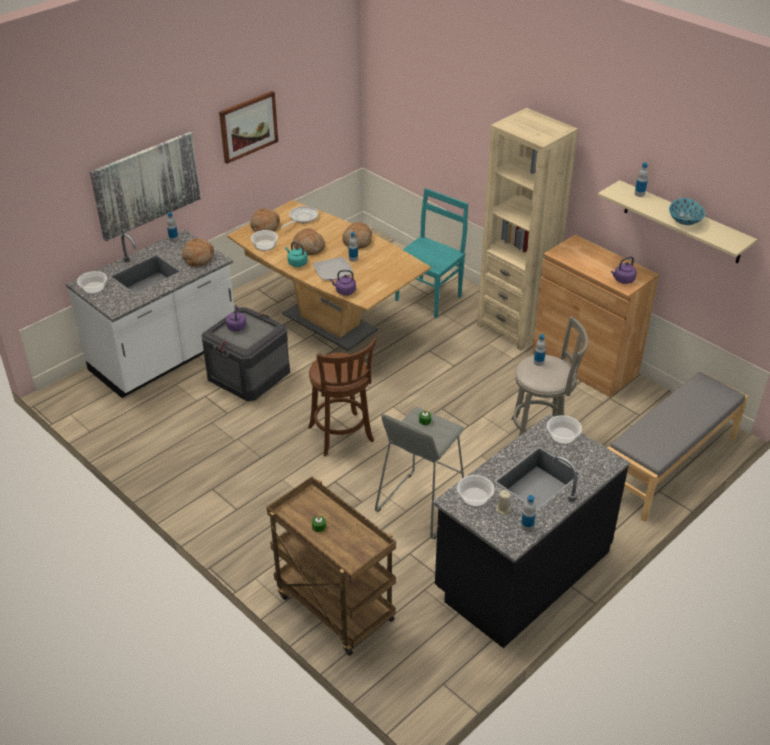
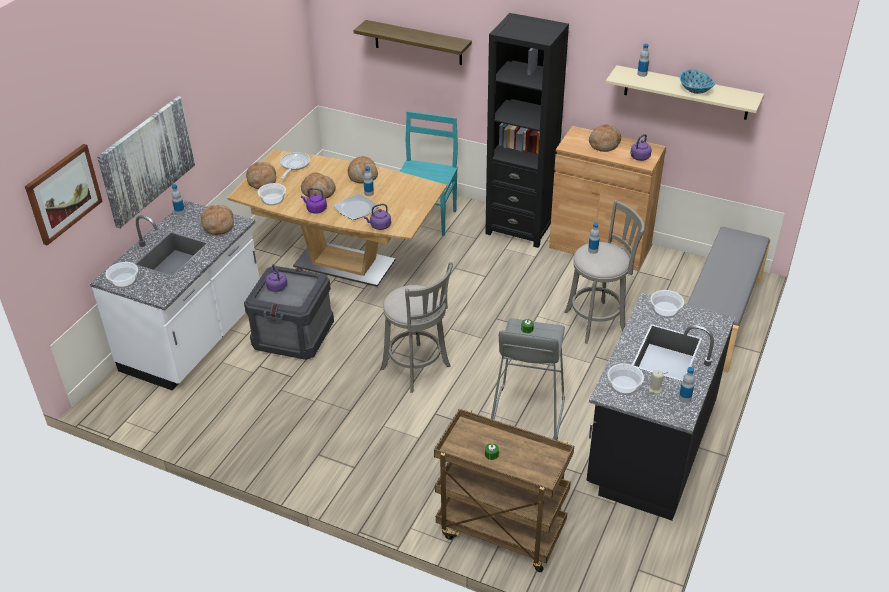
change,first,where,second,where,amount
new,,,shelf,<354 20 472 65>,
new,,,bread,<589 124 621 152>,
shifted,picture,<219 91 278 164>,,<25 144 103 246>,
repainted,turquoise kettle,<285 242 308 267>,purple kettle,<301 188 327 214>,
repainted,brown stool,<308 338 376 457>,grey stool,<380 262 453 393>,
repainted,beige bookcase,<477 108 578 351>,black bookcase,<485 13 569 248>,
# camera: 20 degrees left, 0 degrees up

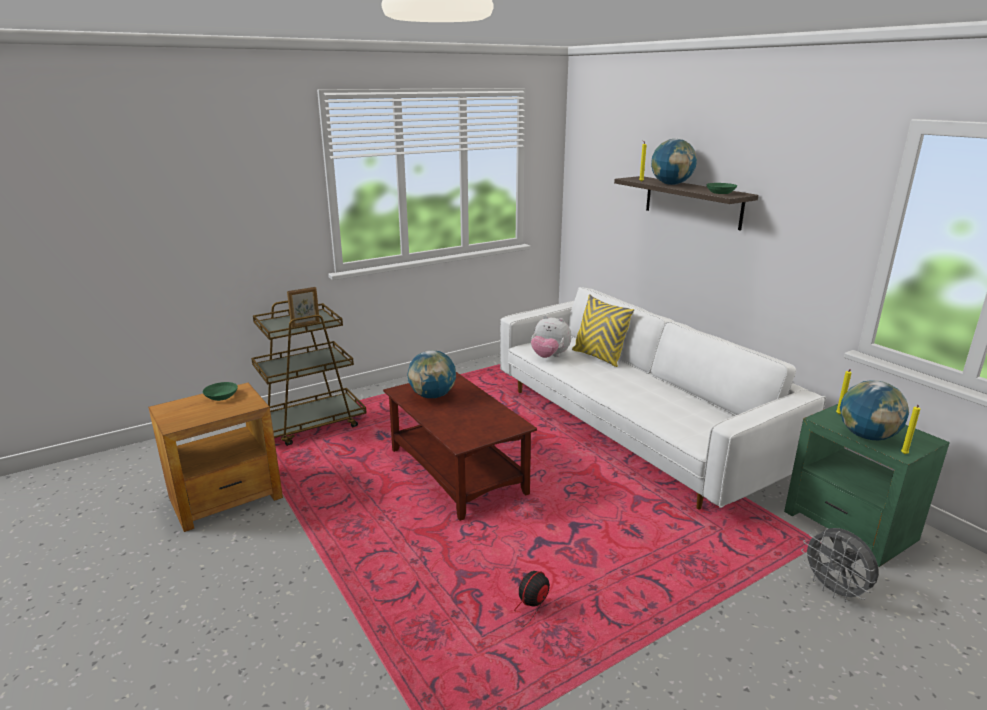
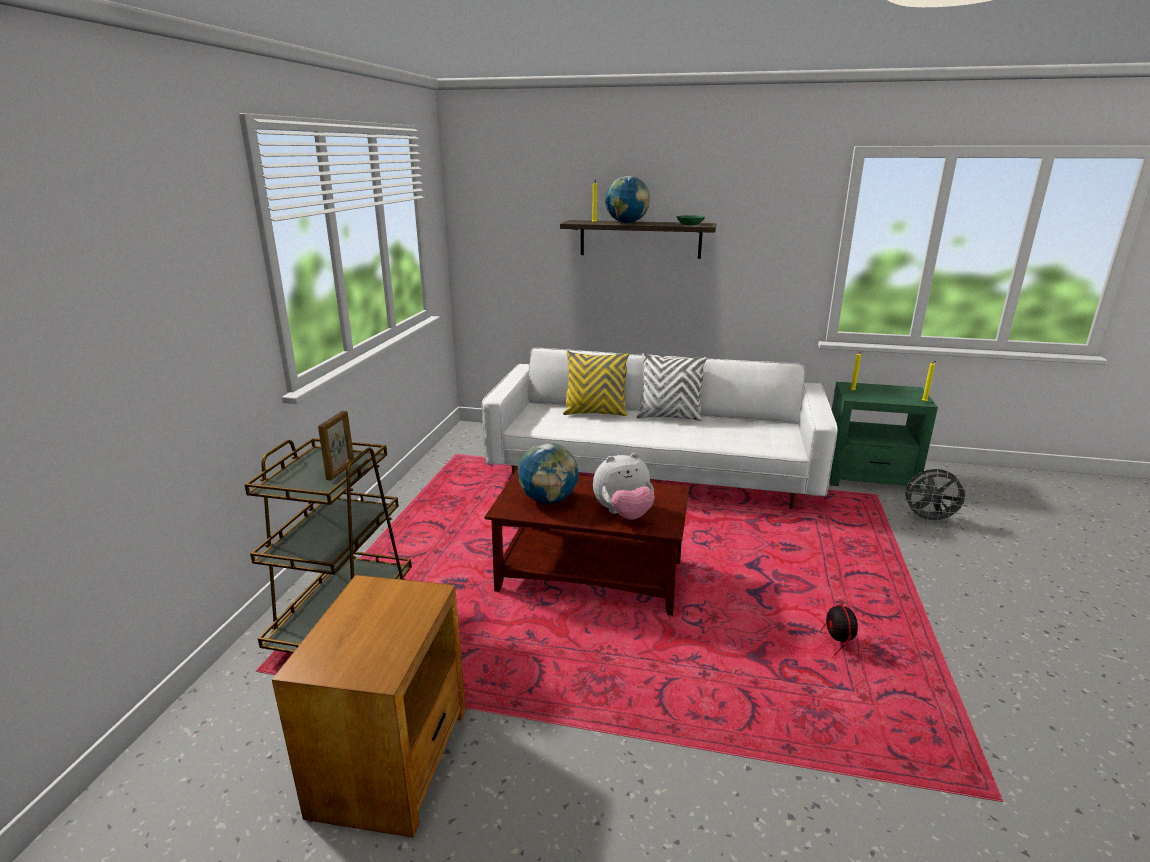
change,first,where,second,where,amount
gone,green bowl,<203 382 238 401>,,,
gone,globe,<840 381 909 440>,,,
new,,,white pillow,<637 353 707 421>,
shifted,plush toy,<531 315 571 358>,,<593 453 655 520>,
# camera: 45 degrees left, 0 degrees up

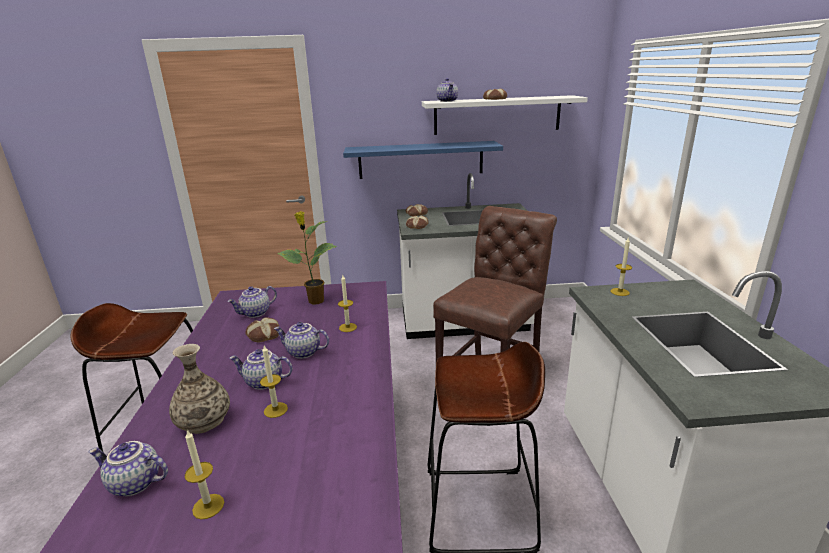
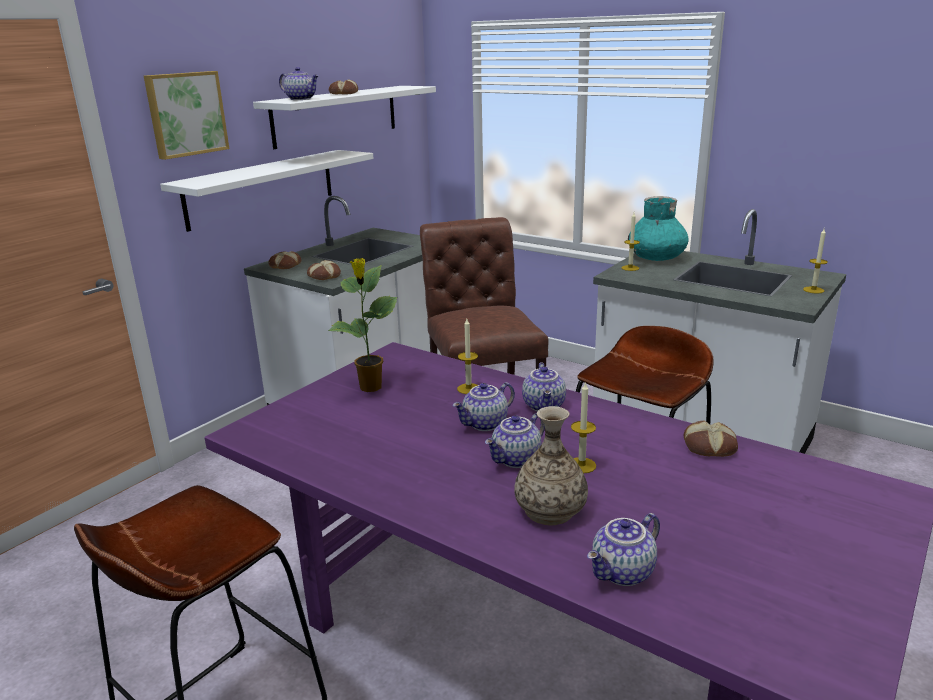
change,first,where,second,where,amount
new,,,picture,<144 71 229 160>,
new,,,turquoise vase,<628 196 689 261>,
shifted,candle,<185 430 224 519>,,<803 229 828 293>,
shifted,teapot,<227 286 277 318>,,<522 362 566 411>,
shifted,bread,<245 317 280 342>,,<684 421 738 457>,
repainted,blue shelf,<343 141 503 179>,white shelf,<160 150 374 232>,
# camera: 50 degrees left, 0 degrees up

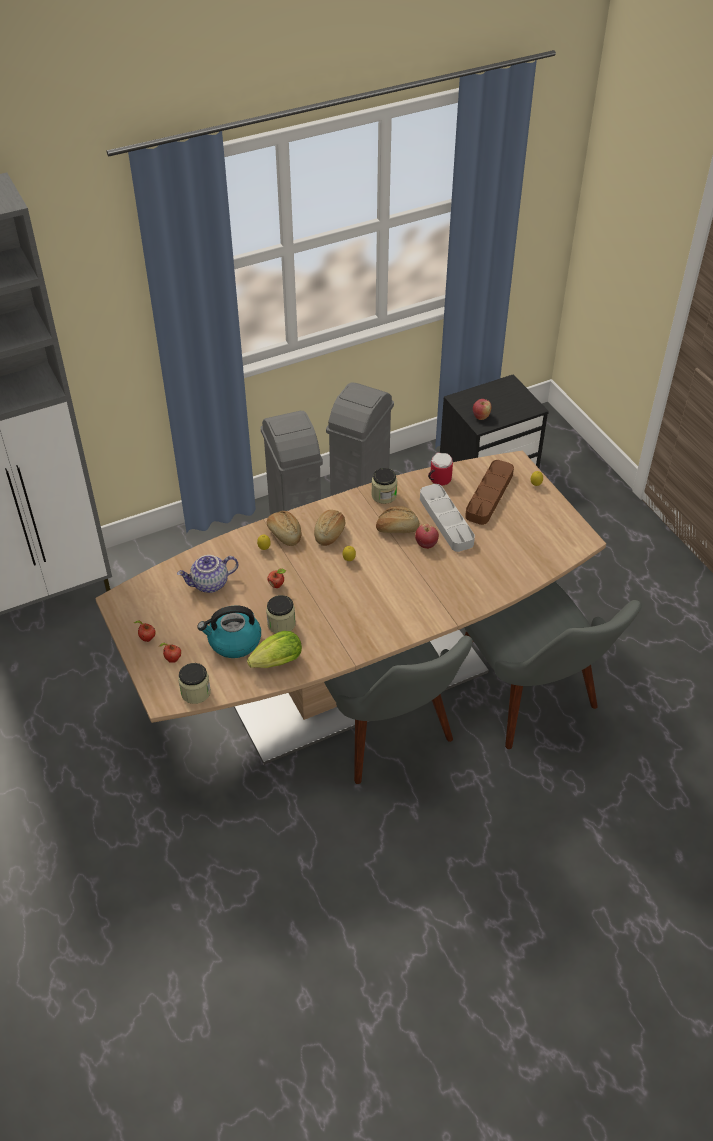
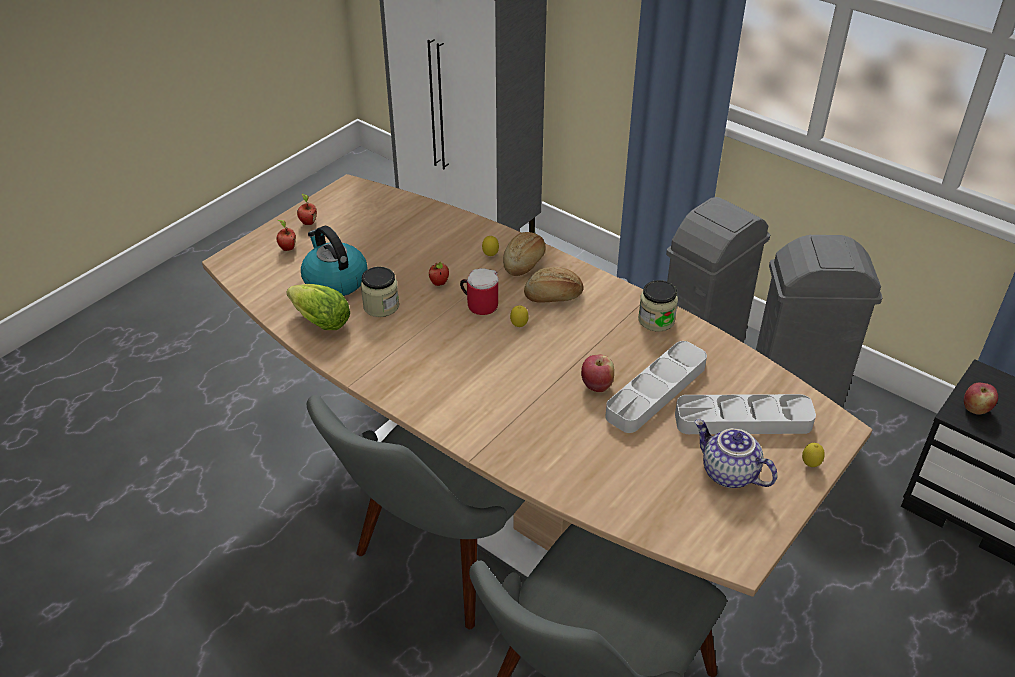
change,first,where,second,where,amount
gone,jar,<178 663 211 704>,,,
gone,bread,<376 506 420 533>,,,
shifted,teapot,<177 555 238 593>,,<695 419 777 488>,
shifted,mug,<428 453 453 485>,,<460 268 499 315>,
repainted,brown tray,<465 460 514 525>,grey tray,<675 394 816 434>,
# camera: 65 degrees right, 5 degrees down

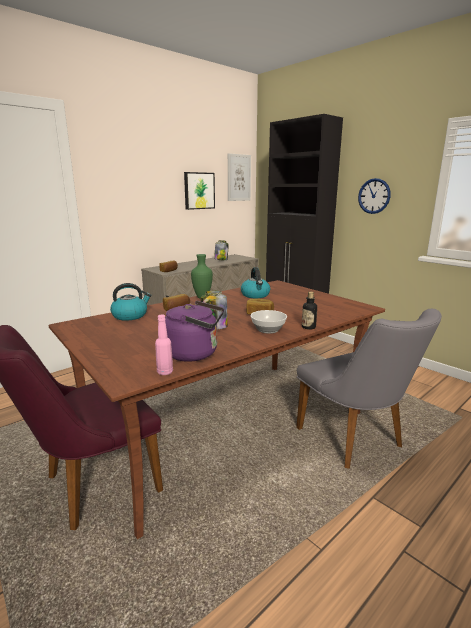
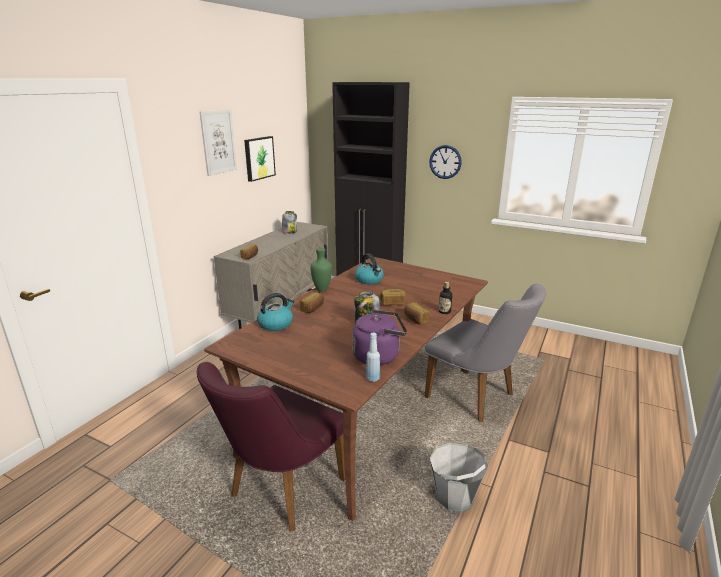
change,first,where,second,where,amount
new,,,grey bucket,<430 442 488 512>,
shifted,picture,<228 153 251 201>,,<199 109 237 176>,
swapped,bowl,<250 310 287 334>,bread,<404 302 429 325>,
repainted,pink bottle,<155 315 173 375>,blue bottle,<366 333 380 382>,
# camera: 20 degrees left, 5 degrees up

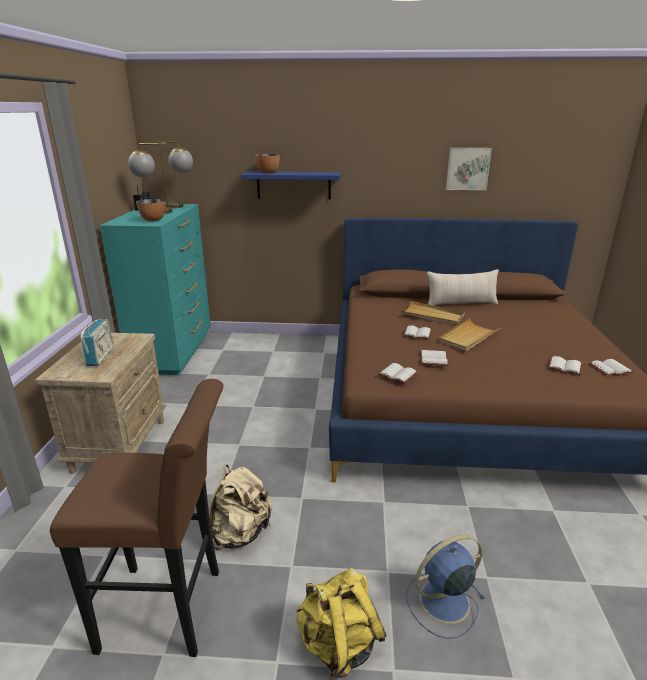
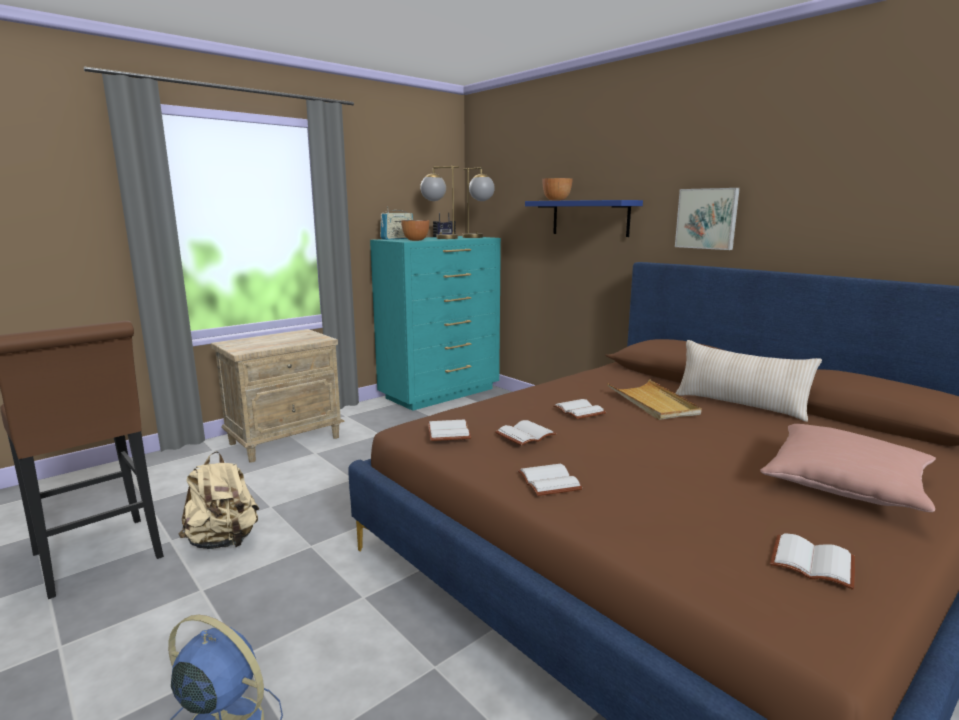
change,first,where,second,where,amount
gone,yellow backpack,<296 567 387 678>,,,
gone,beige tray,<438 318 500 351>,,,
new,,,pink pillow,<760 424 936 512>,
shifted,radio,<80 319 114 366>,,<380 210 413 240>,
shifted,picture,<446 148 492 190>,,<675 188 740 250>,
shifted,white book,<548 356 582 375>,,<518 464 583 496>,
# camera: 45 degrees right, 10 degrees down

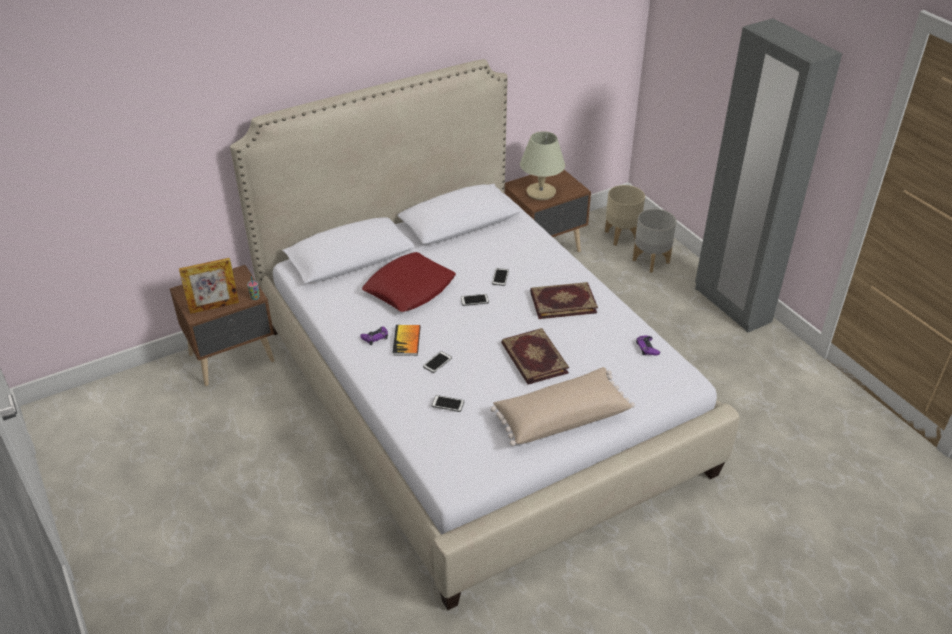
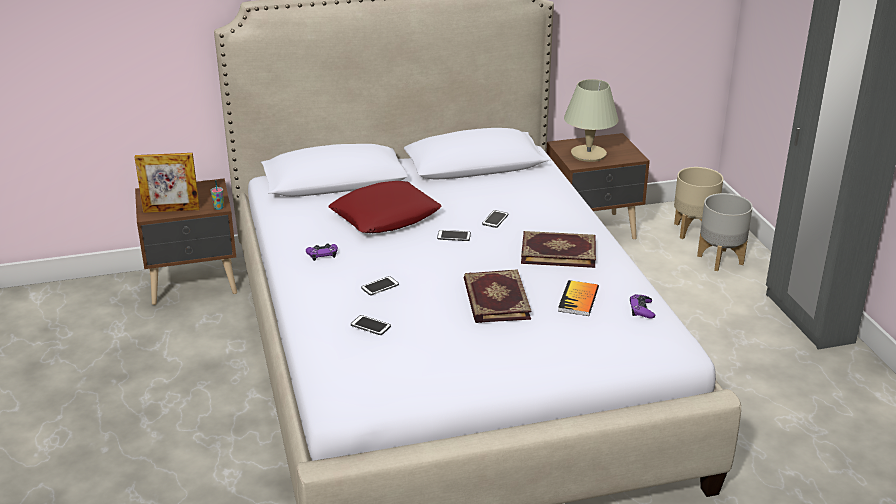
change,first,where,second,where,amount
gone,beige pillow,<491 367 635 446>,,,
shifted,book,<392 325 421 356>,,<558 280 599 316>,
# camera: 15 degrees right, 10 degrees down

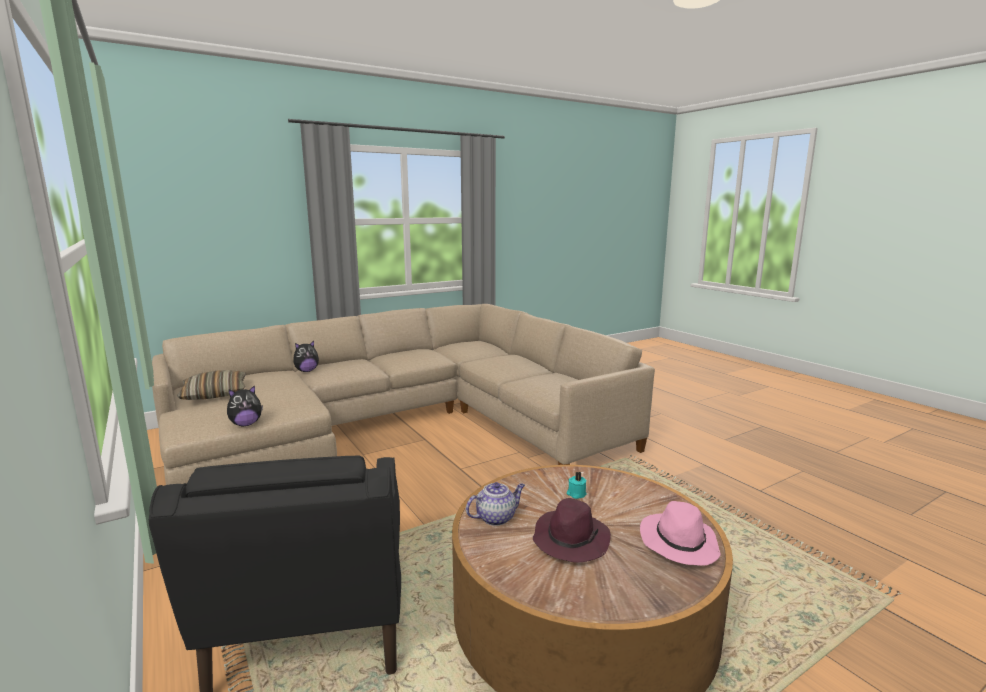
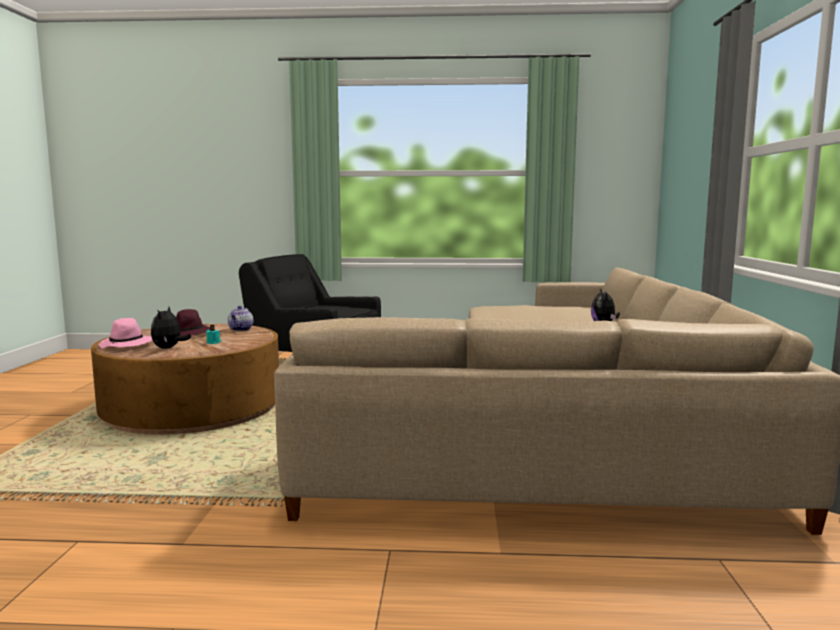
change,first,where,second,where,amount
gone,pillow,<177 370 246 400>,,,
shifted,plush toy,<227 385 263 426>,,<151 307 191 349>,
# camera: 125 degrees right, 5 degrees down

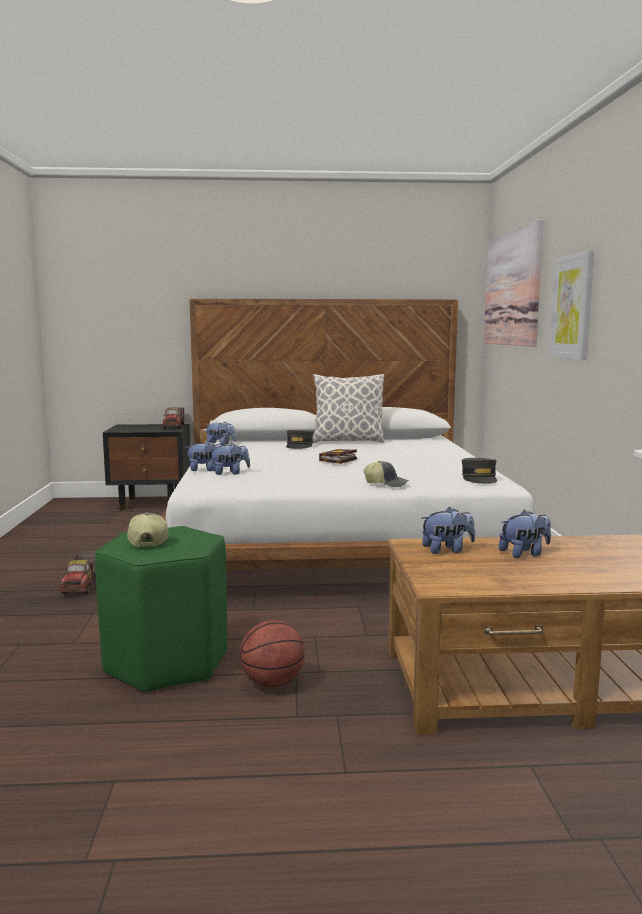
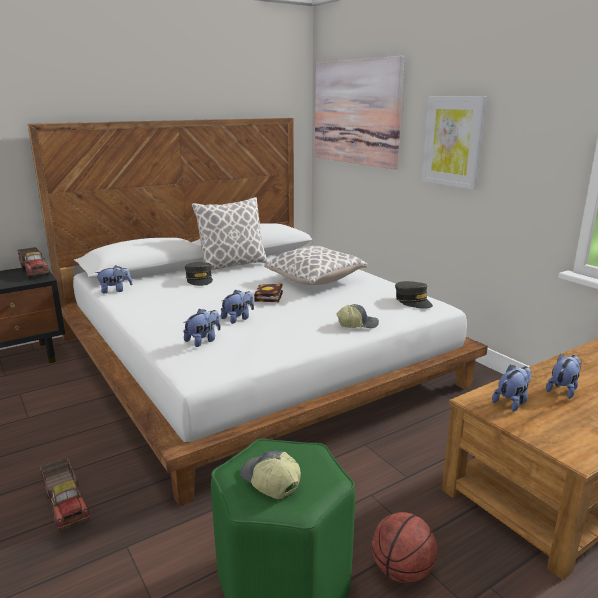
change,first,where,second,where,amount
new,,,pillow,<264 246 367 285>,
shifted,plush toy,<185 441 222 471>,,<221 290 254 324>,
# camera: 30 degrees left, 10 degrees up

